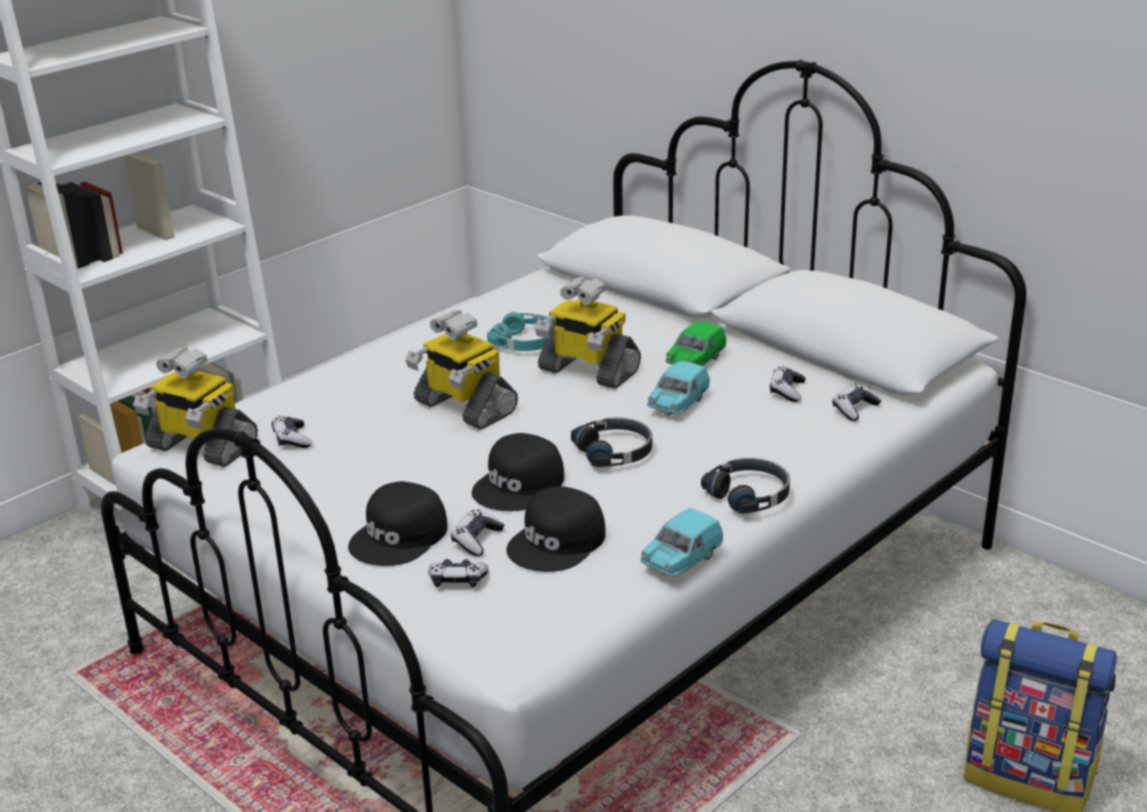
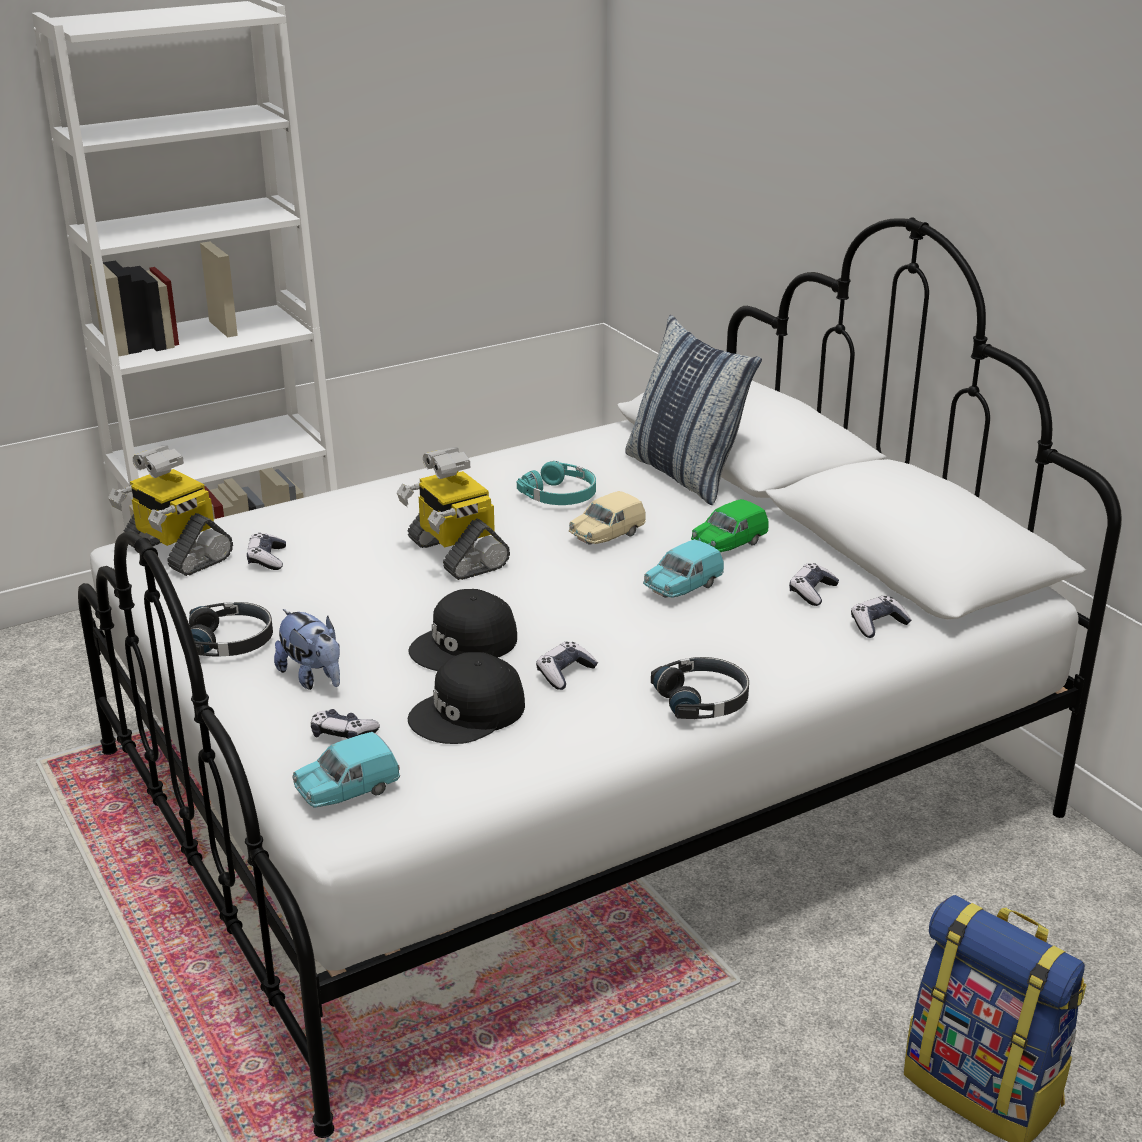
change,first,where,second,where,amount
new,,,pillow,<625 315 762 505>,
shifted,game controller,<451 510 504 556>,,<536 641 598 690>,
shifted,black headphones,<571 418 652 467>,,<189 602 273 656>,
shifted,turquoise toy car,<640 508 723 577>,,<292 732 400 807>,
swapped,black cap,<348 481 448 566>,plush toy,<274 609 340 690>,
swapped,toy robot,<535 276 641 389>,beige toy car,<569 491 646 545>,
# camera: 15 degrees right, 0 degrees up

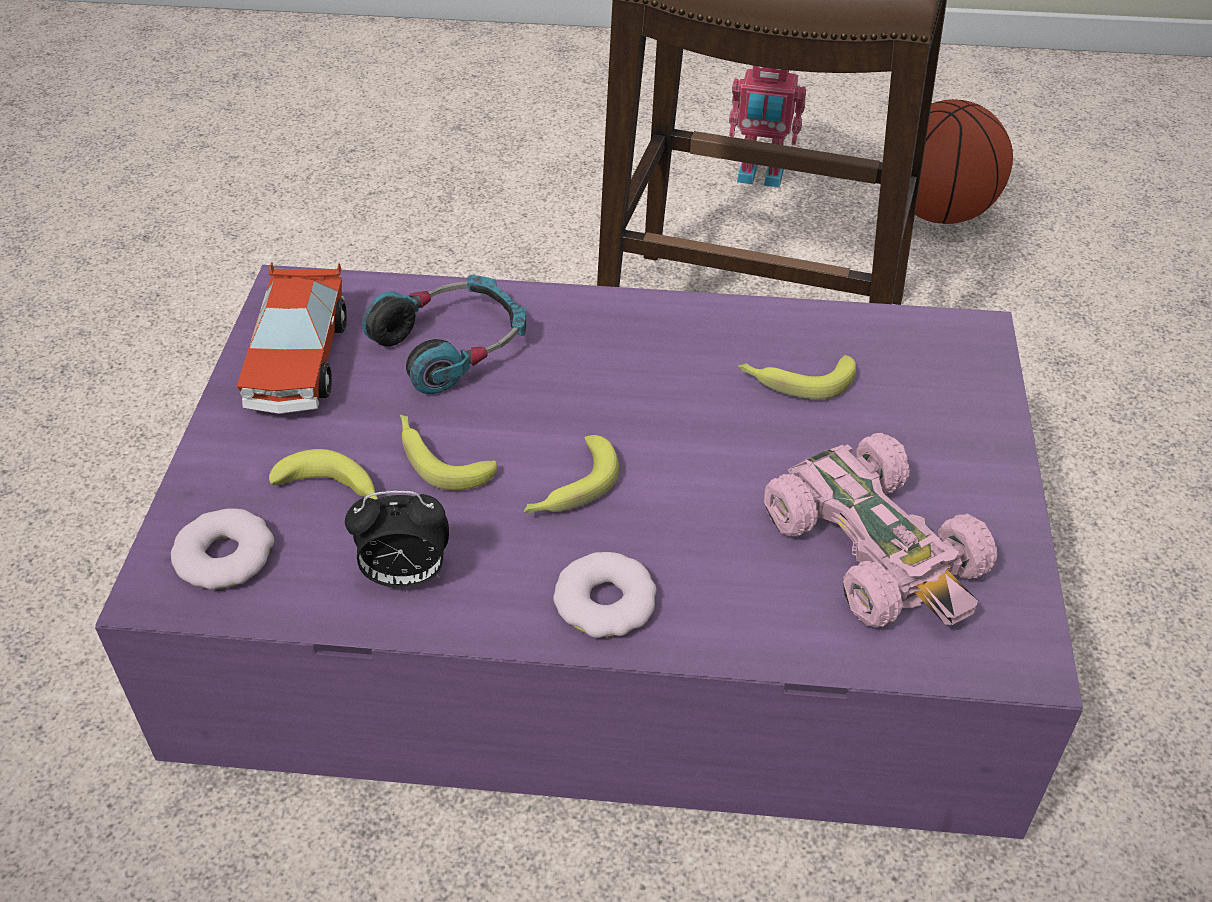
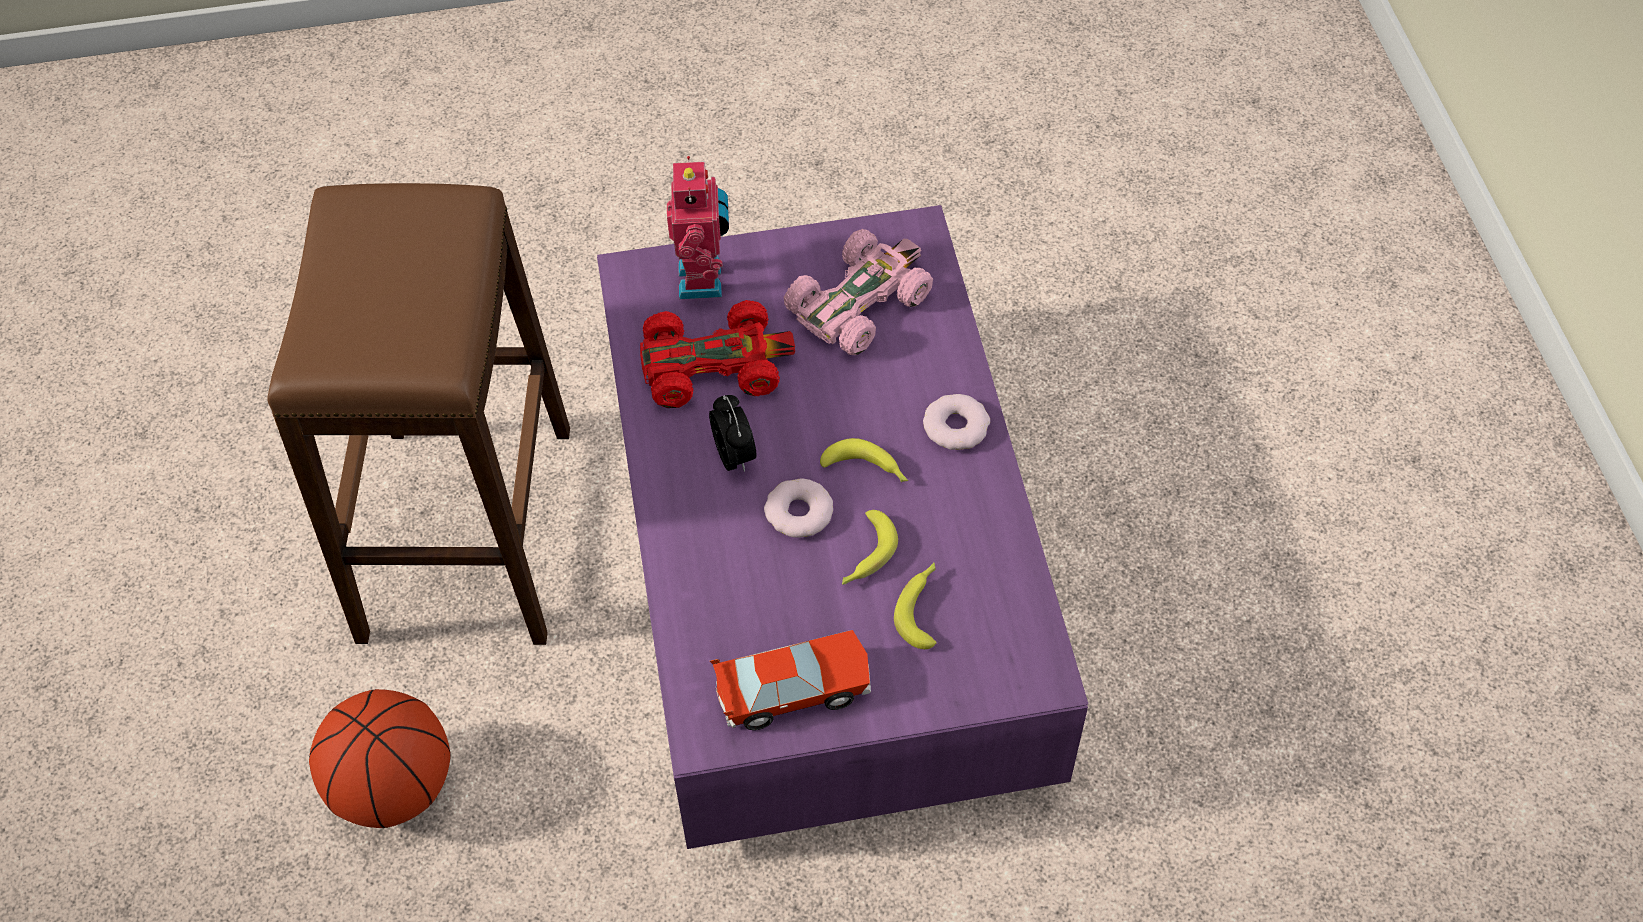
change,first,where,second,where,amount
gone,headphones,<362 275 526 394>,,,
shifted,donut,<171 508 274 590>,,<764 478 833 538>,
shifted,alarm clock,<345 491 449 588>,,<709 395 757 472>,
shifted,toy robot,<729 66 806 188>,,<667 156 729 299>,
shifted,basketball,<915 99 1013 224>,,<309 689 451 828>,
swapped,banana,<738 355 856 400>,red toy car,<640 300 795 408>,
# camera: 105 degrees left, 10 degrees up

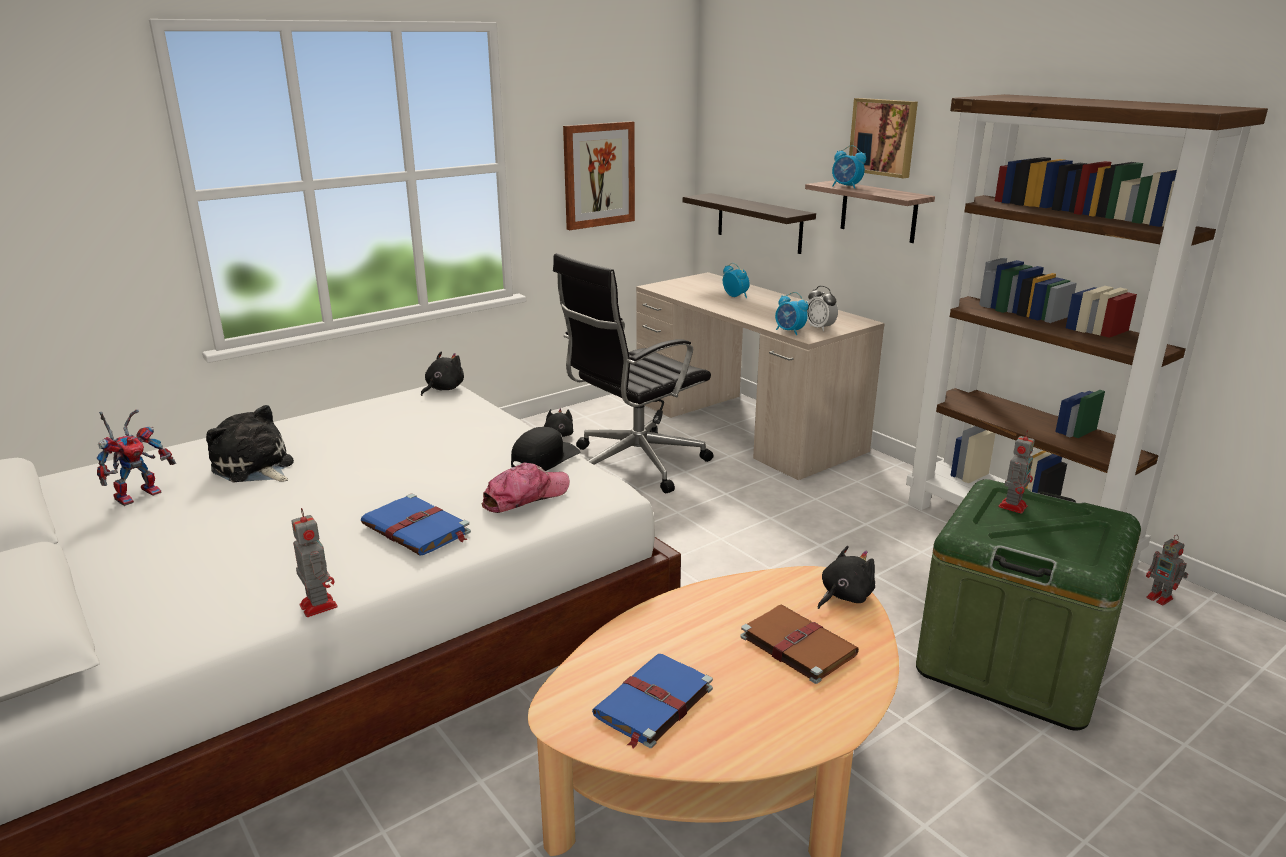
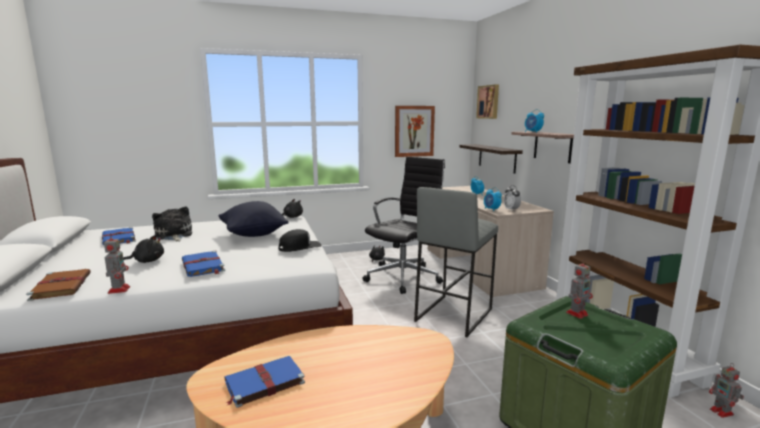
change,first,where,second,where,amount
gone,cap,<481 463 570 513>,,,
new,,,black pillow,<218 201 289 237>,
new,,,grey stool,<414 187 498 337>,
shifted,brown book,<740 605 859 684>,,<26 269 91 301>,
shifted,black plush toy,<818 546 875 609>,,<123 235 164 263>,
shifted,picture,<849 98 918 178>,,<476 84 499 119>,
swapped,toy robot,<97 409 176 506>,blue book,<102 227 136 245>,
rotated,black office chair,<553 253 714 493>,,<363 156 445 294>,150 degrees clockwise
# camera: 20 degrees right, 10 degrees down

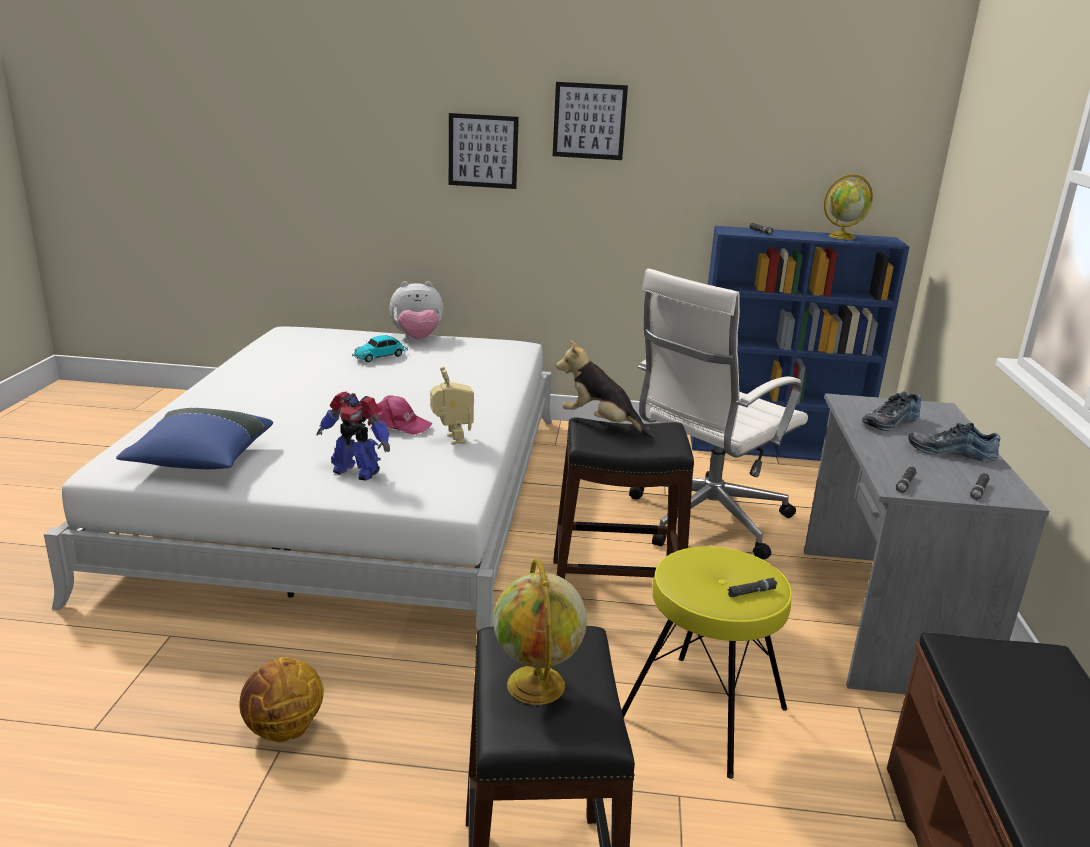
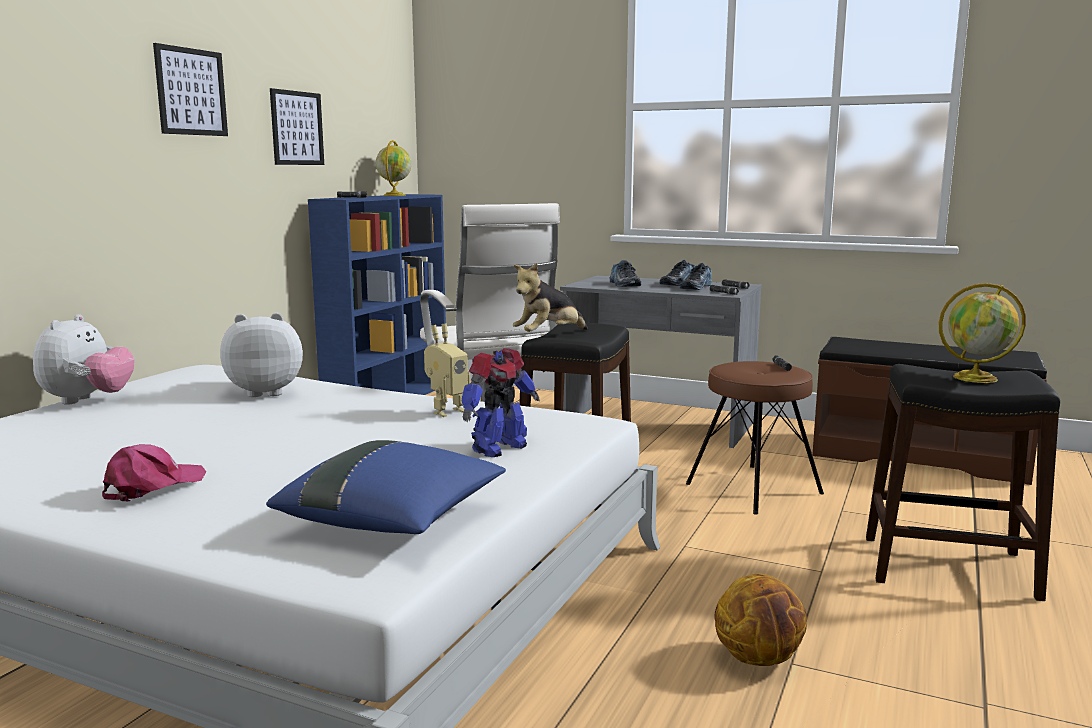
change,first,where,second,where,amount
gone,toy car,<352 335 408 362>,,,
new,,,plush toy,<220 313 303 397>,
new,,,shoe,<680 263 712 290>,
shifted,pink cap,<368 395 433 435>,,<102 444 206 501>,
shifted,picture,<449 113 519 189>,,<270 88 324 165>,
repainted,yellow stool,<622 546 792 779>,brown stool,<686 361 824 515>,
rotated,toy robot,<430 367 474 445>,,<424 324 470 417>,135 degrees clockwise
# camera: 70 degrees left, 10 degrees down

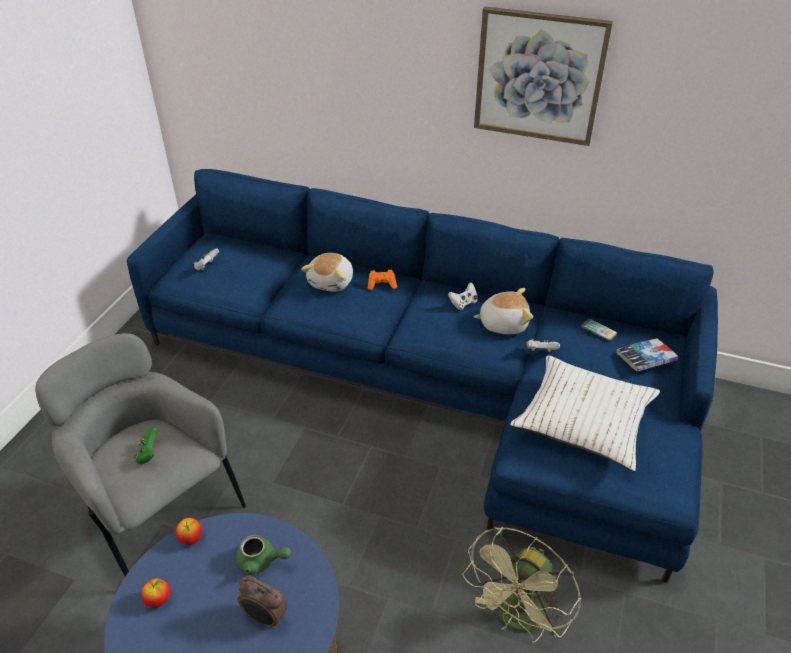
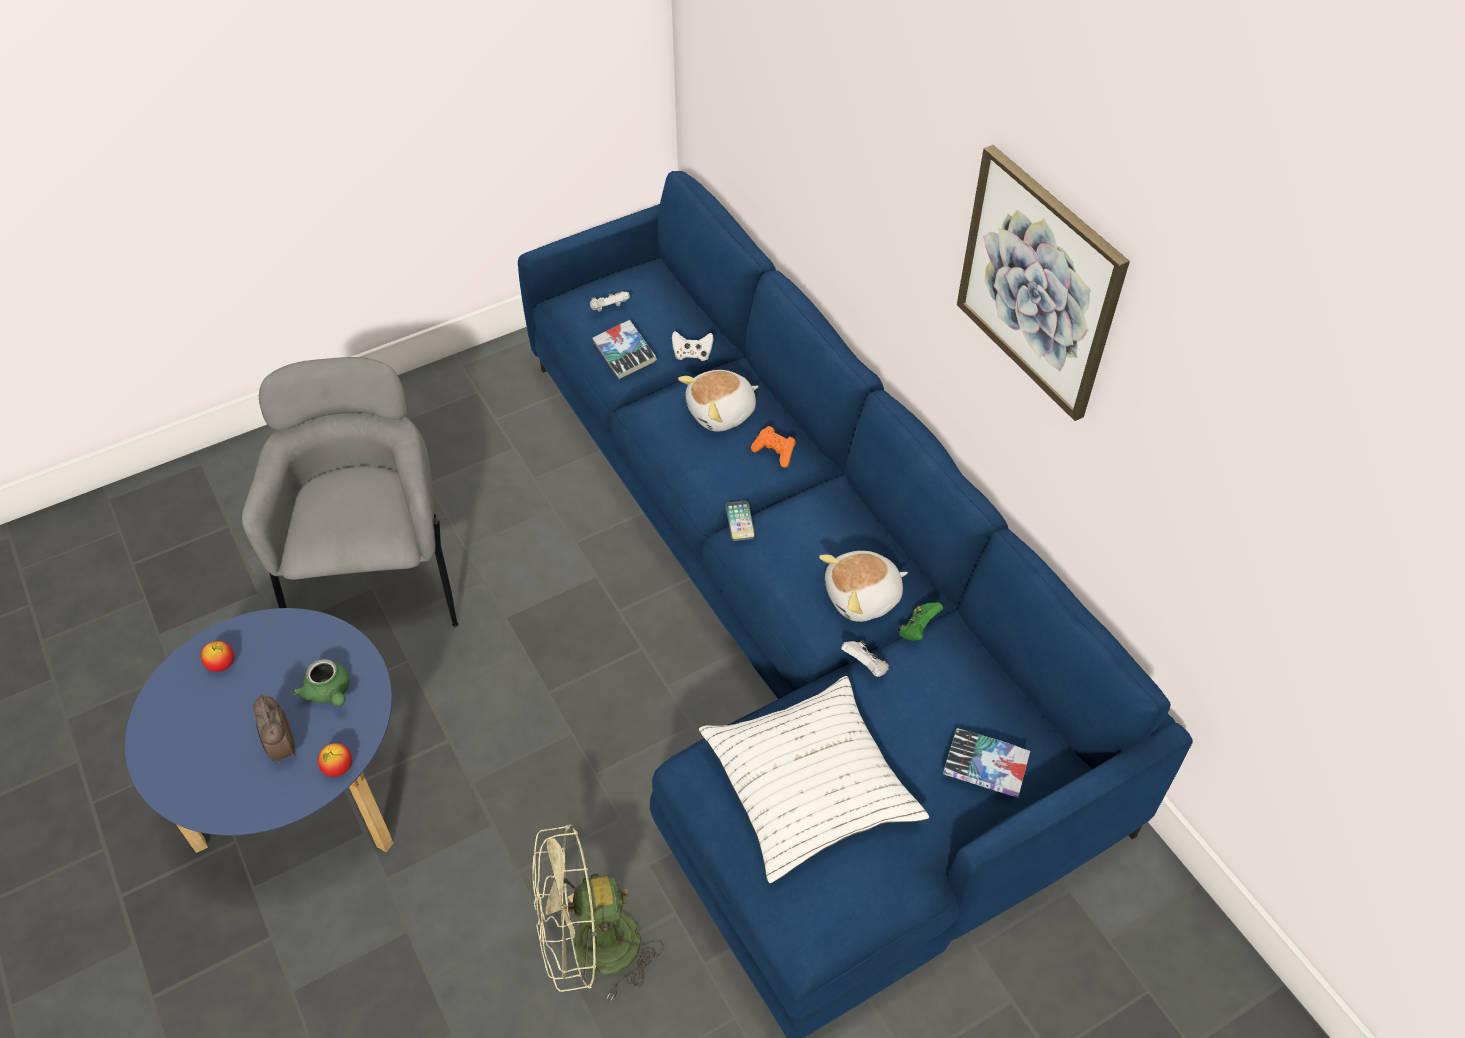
change,first,where,second,where,amount
new,,,book,<592 320 657 379>,
shifted,green game controller,<134 427 159 464>,,<899 602 943 641>,
shifted,apple,<176 518 202 545>,,<318 743 352 777>,
shifted,white game controller,<448 282 477 310>,,<672 331 714 361>,
shifted,phone,<581 319 617 341>,,<725 501 755 541>,
rotated,plush toy,<473 288 533 334>,,<819 551 908 622>,120 degrees clockwise
# camera: 40 degrees right, 10 degrees up

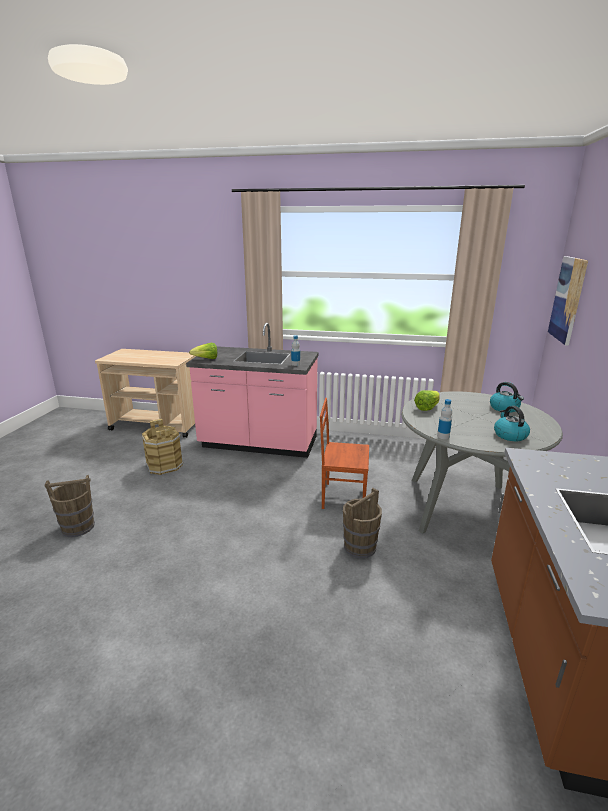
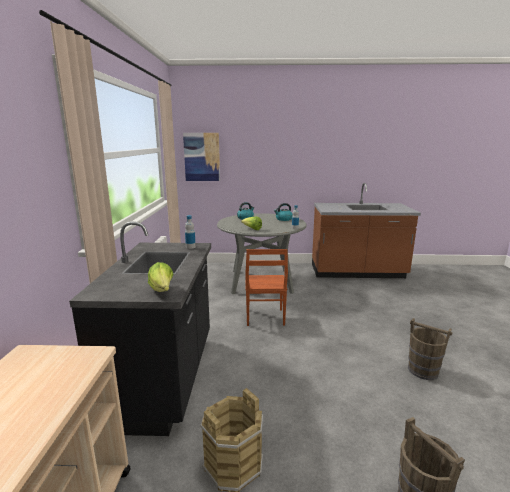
change,first,where,second,where,amount
shifted,brown bucket,<343 488 382 558>,,<408 318 452 380>,
repainted,pink counter,<186 323 319 458>,black counter,<69 222 211 436>,
# camera: 100 degrees left, 5 degrees down

